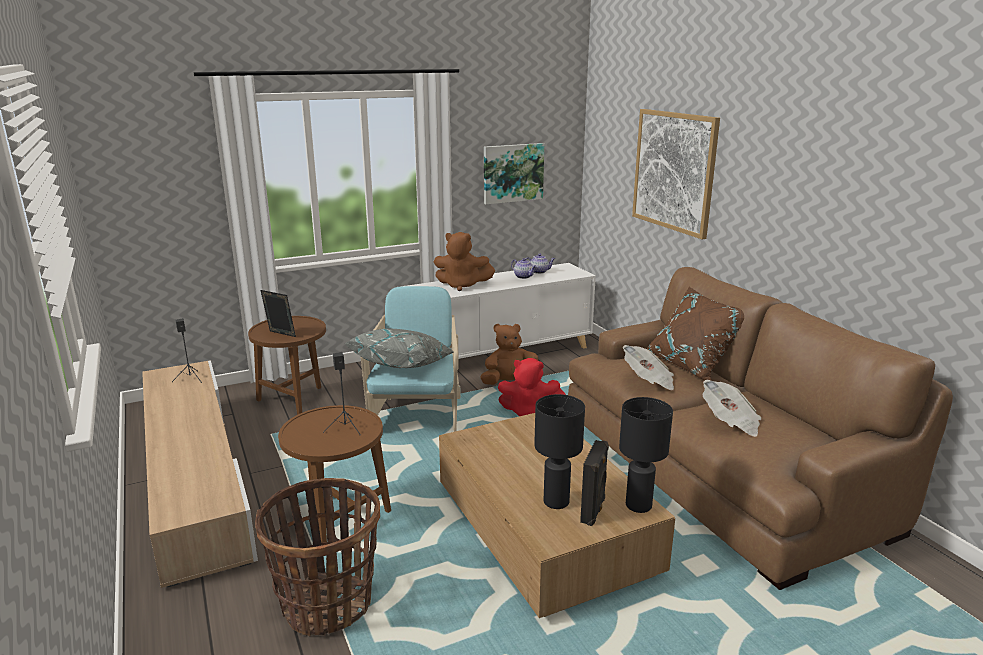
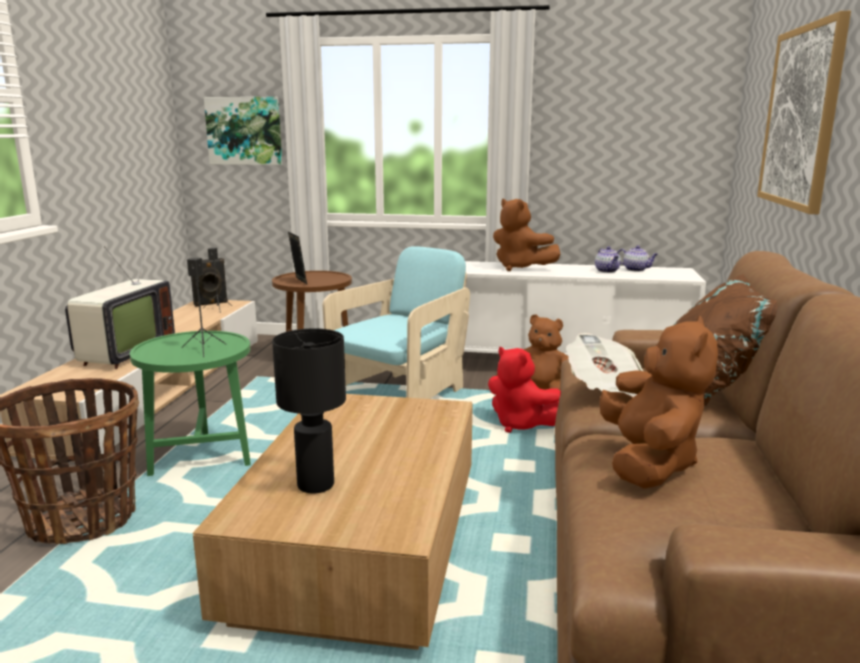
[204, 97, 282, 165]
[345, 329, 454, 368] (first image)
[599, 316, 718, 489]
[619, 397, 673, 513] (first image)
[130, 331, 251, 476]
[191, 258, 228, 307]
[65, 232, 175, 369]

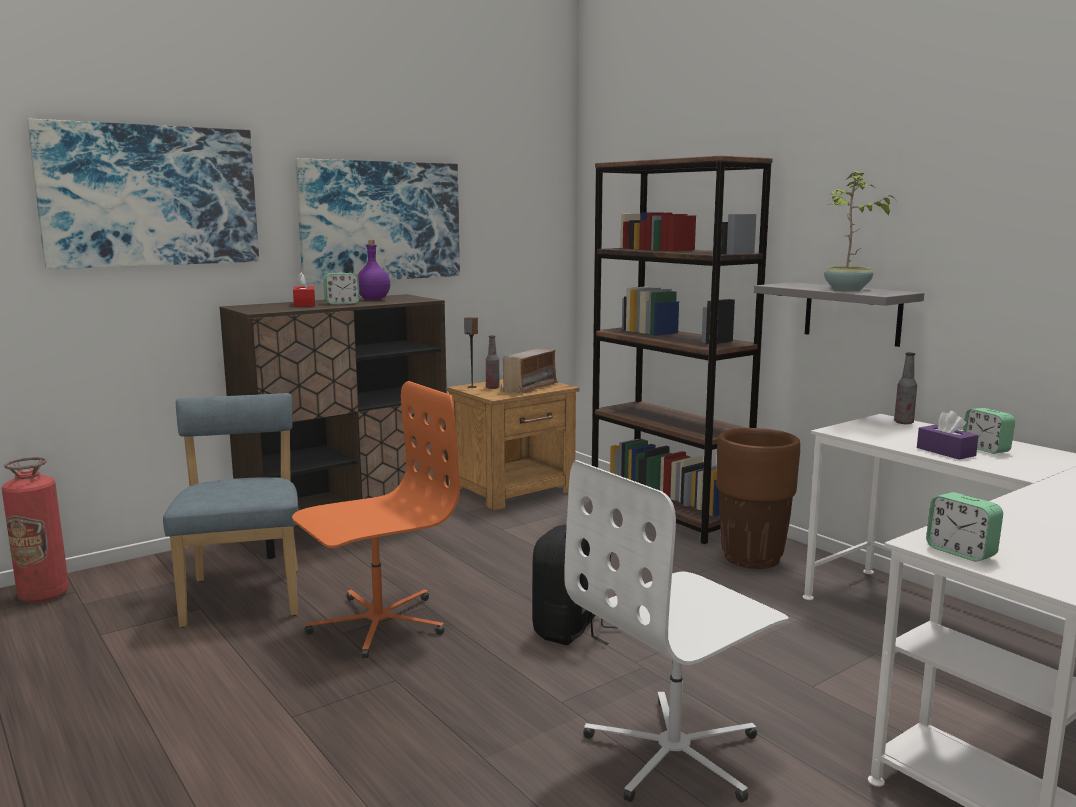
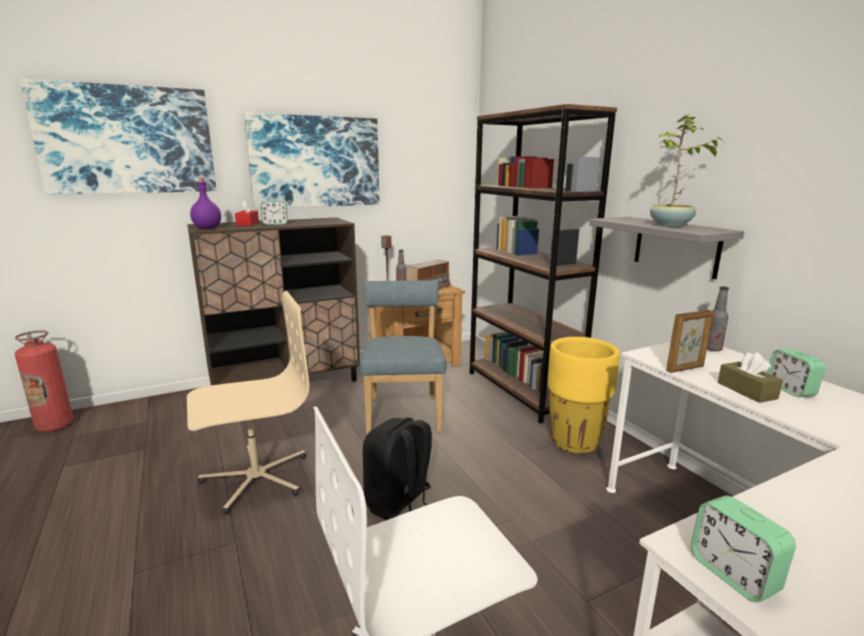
[190, 178, 221, 229]
[187, 291, 309, 515]
[360, 280, 447, 434]
[718, 352, 783, 403]
[548, 337, 620, 454]
[666, 310, 714, 373]

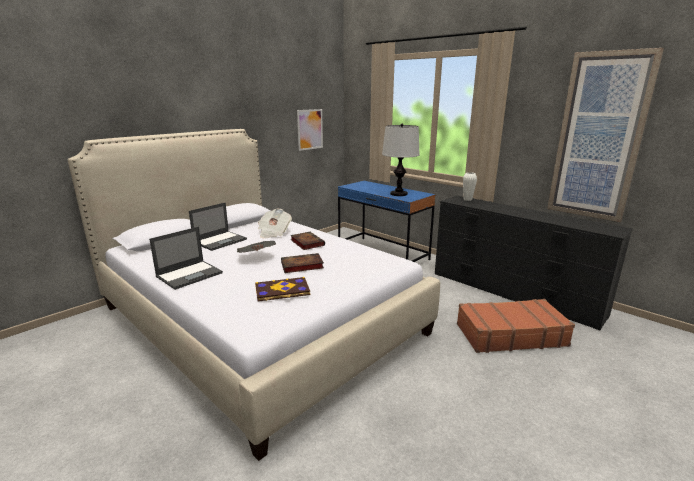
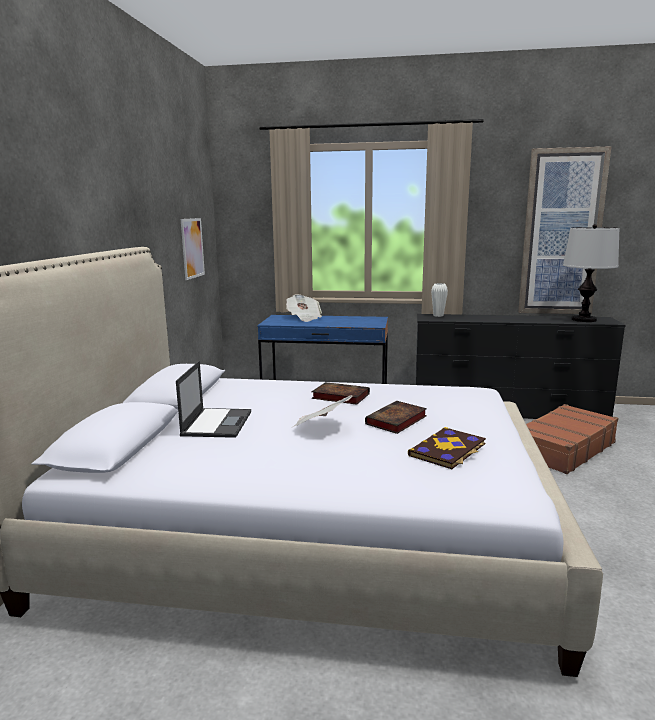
[563, 224, 620, 322]
[286, 294, 322, 322]
[149, 227, 223, 290] (first image)

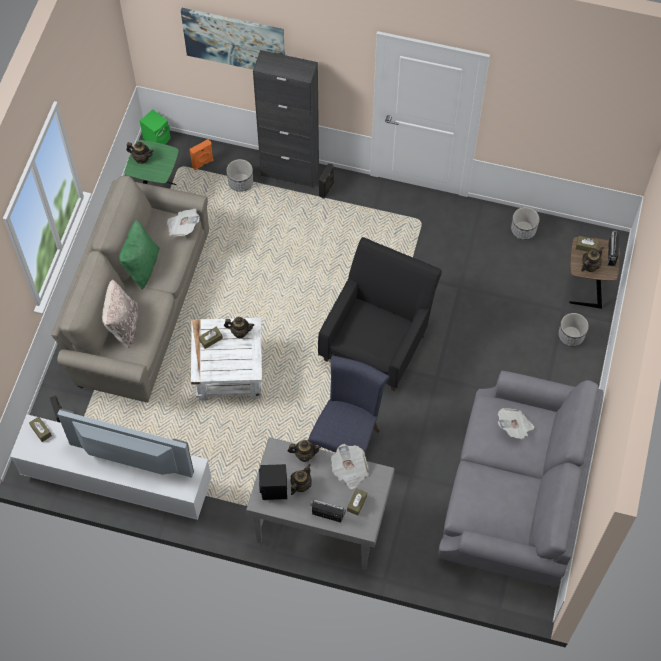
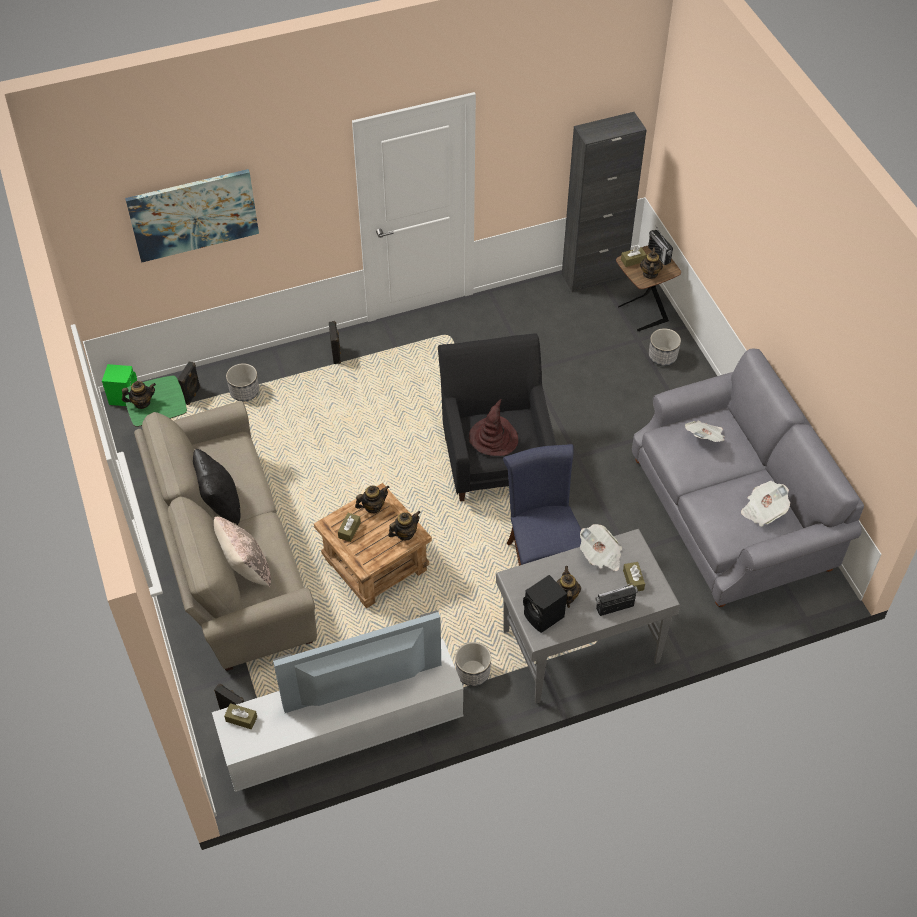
[562, 112, 647, 292]
[178, 361, 200, 405]
[455, 642, 491, 686]
[741, 481, 790, 527]
[193, 449, 240, 525]
[314, 483, 432, 608]
[388, 511, 421, 540]
[469, 399, 518, 456]

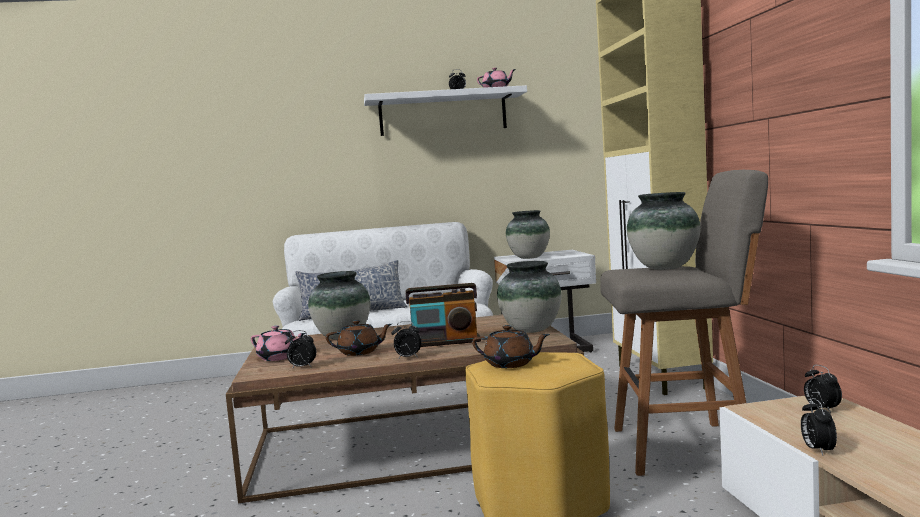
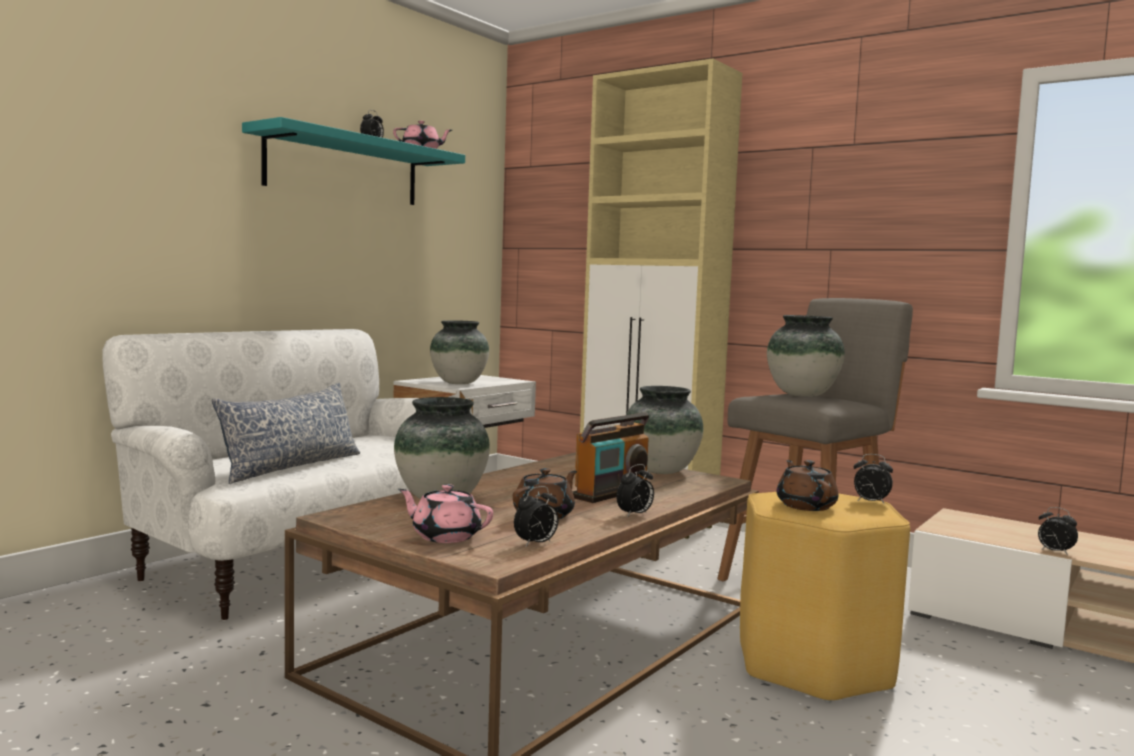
[242, 117, 465, 205]
[777, 460, 838, 511]
[398, 484, 493, 543]
[854, 454, 893, 505]

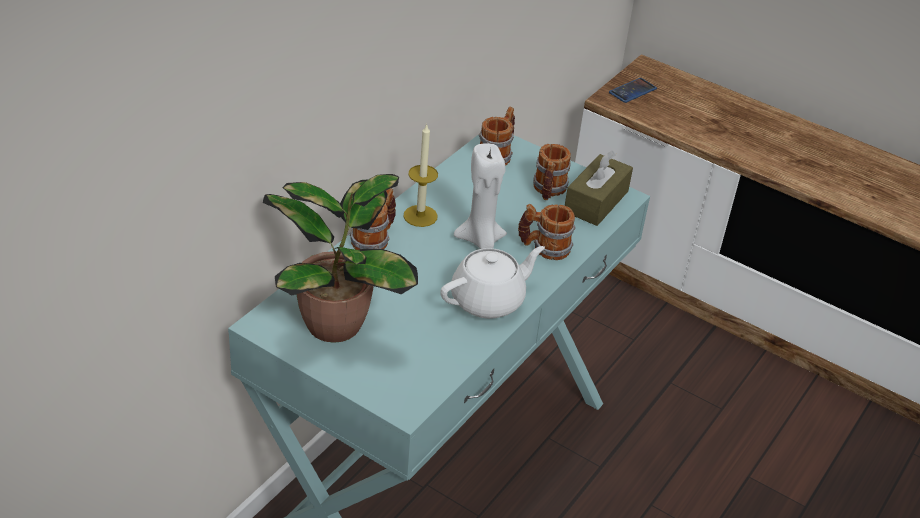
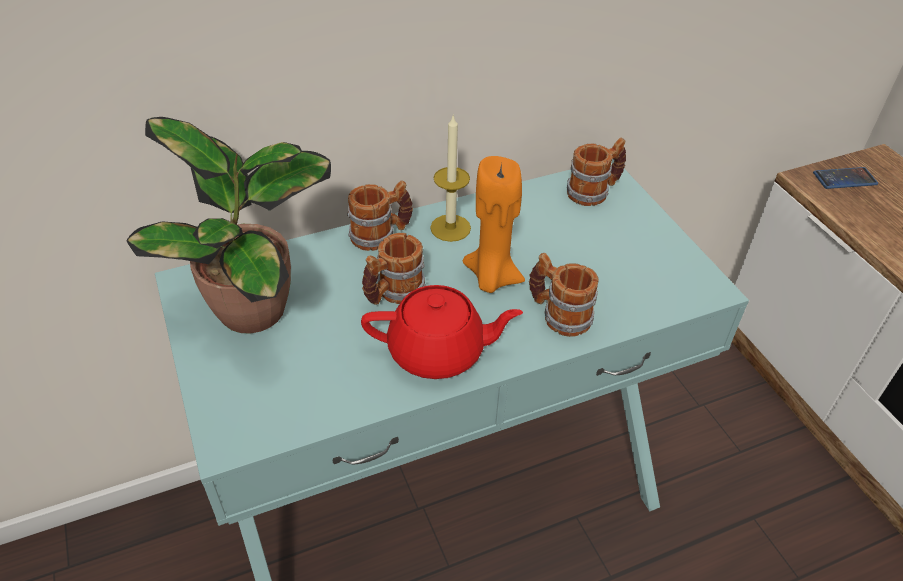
[463, 156, 525, 293]
[362, 233, 426, 305]
[565, 151, 633, 226] (first image)
[361, 285, 523, 379]

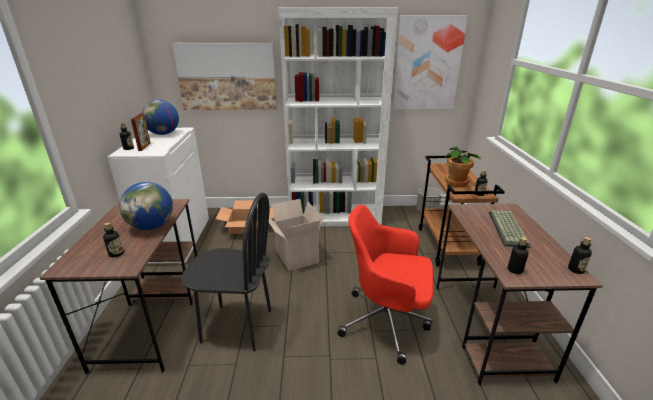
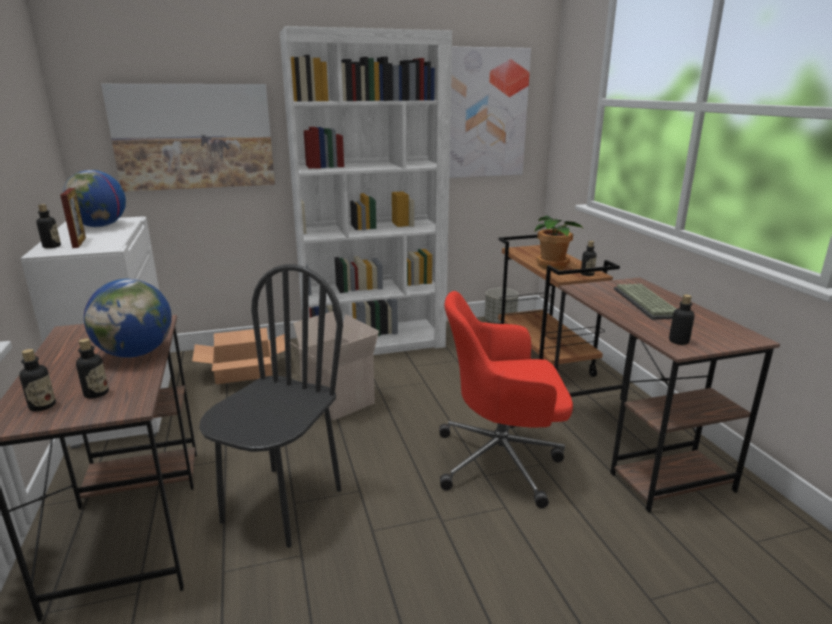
[199, 264, 343, 548]
[19, 349, 56, 411]

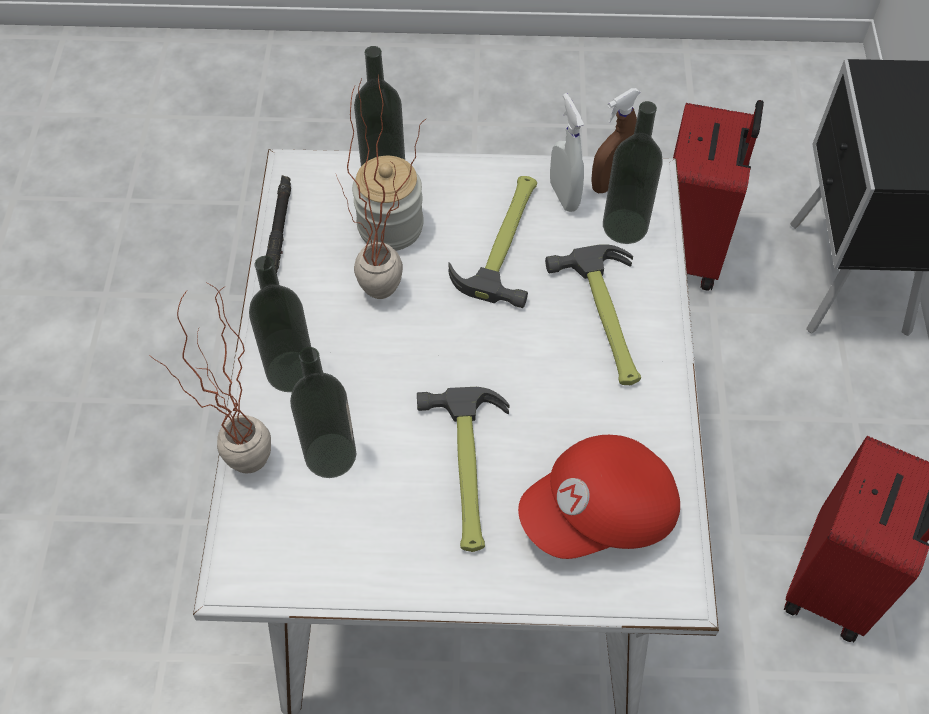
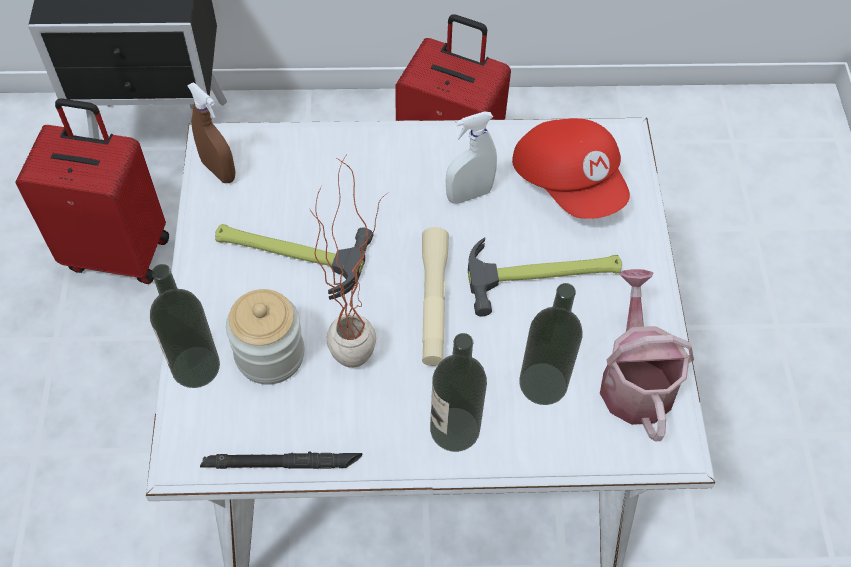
[446, 112, 497, 204]
[603, 101, 663, 244] (first image)
[545, 244, 641, 385] (first image)
[152, 283, 271, 473] (first image)
[422, 227, 449, 366]
[600, 269, 694, 441]

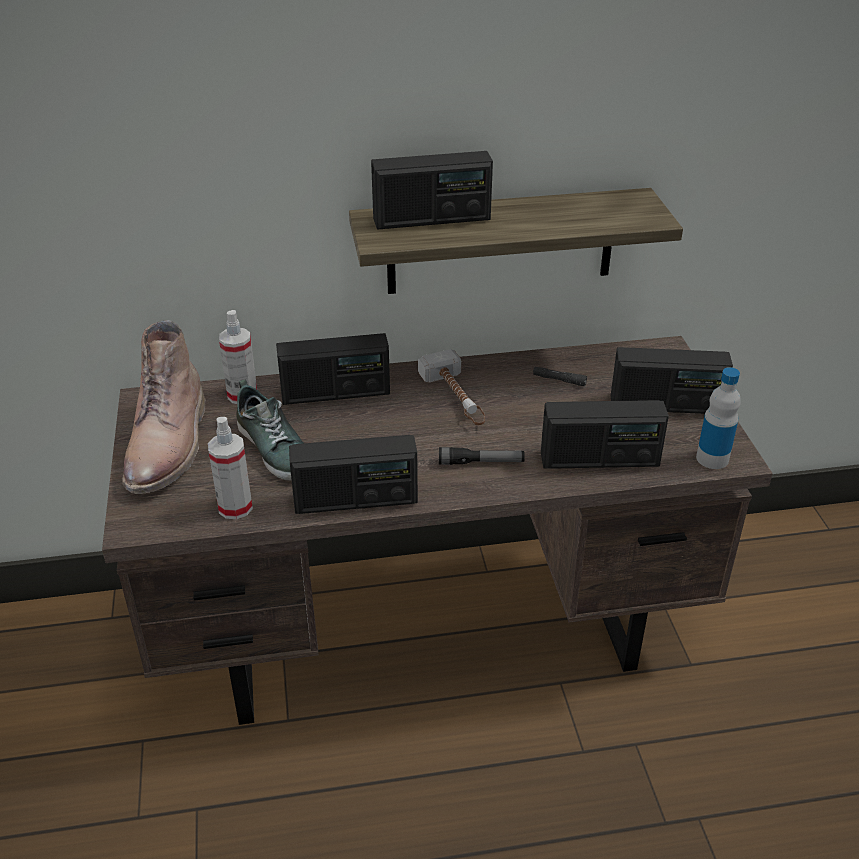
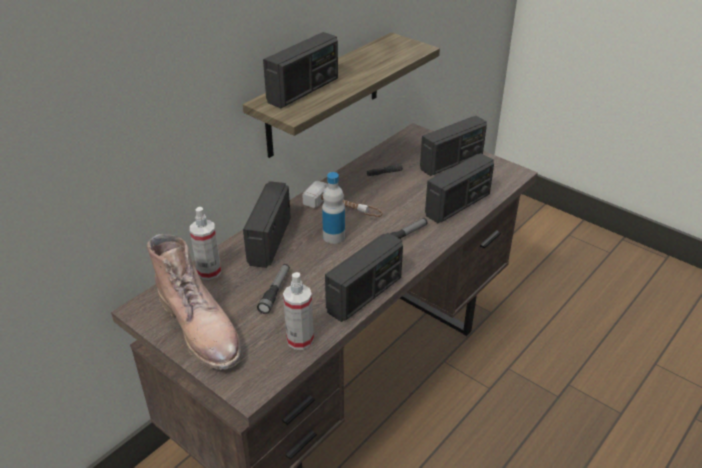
[243, 181, 291, 268]
[322, 172, 345, 244]
[257, 264, 290, 314]

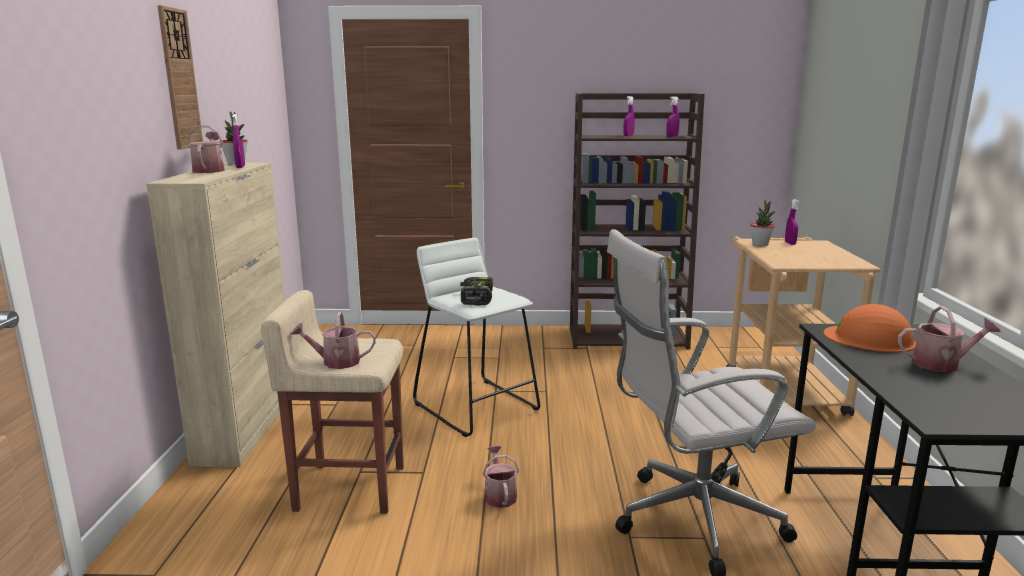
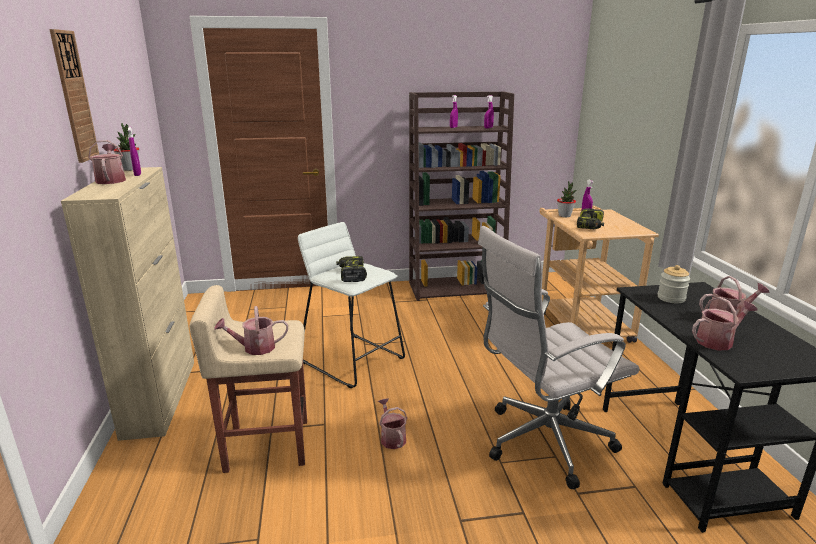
[658, 265, 690, 303]
[577, 208, 604, 229]
[692, 297, 757, 350]

